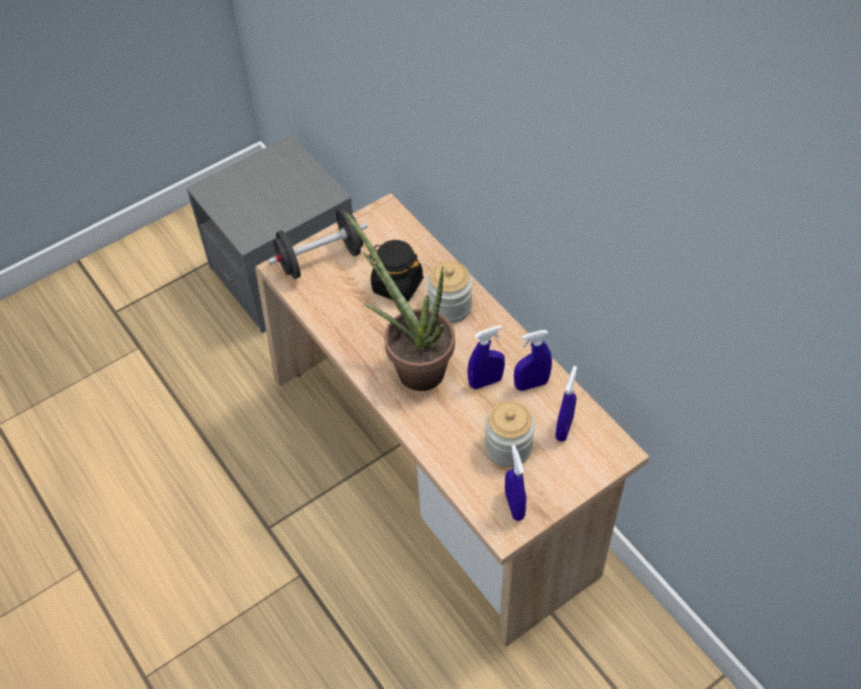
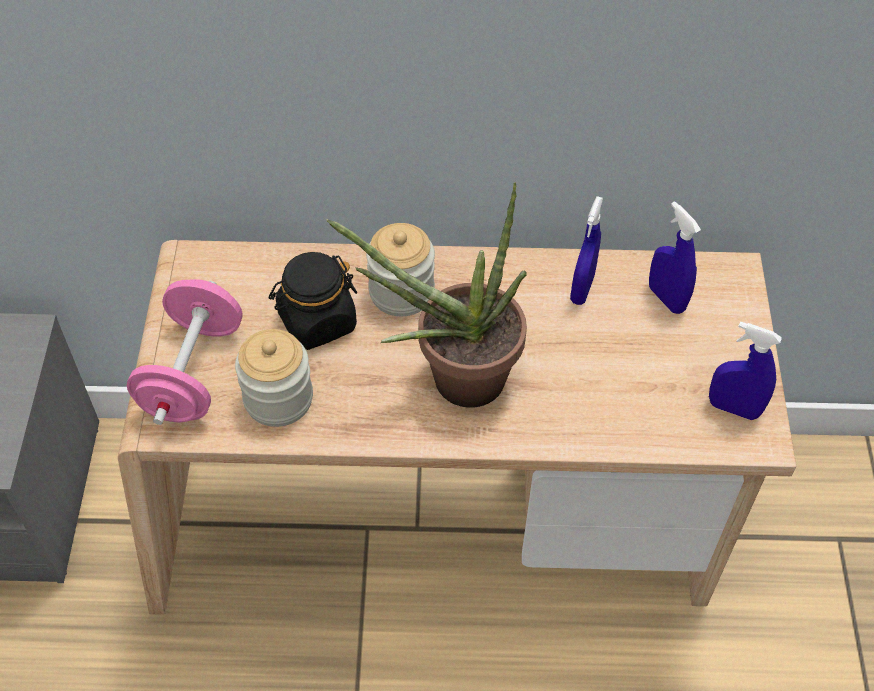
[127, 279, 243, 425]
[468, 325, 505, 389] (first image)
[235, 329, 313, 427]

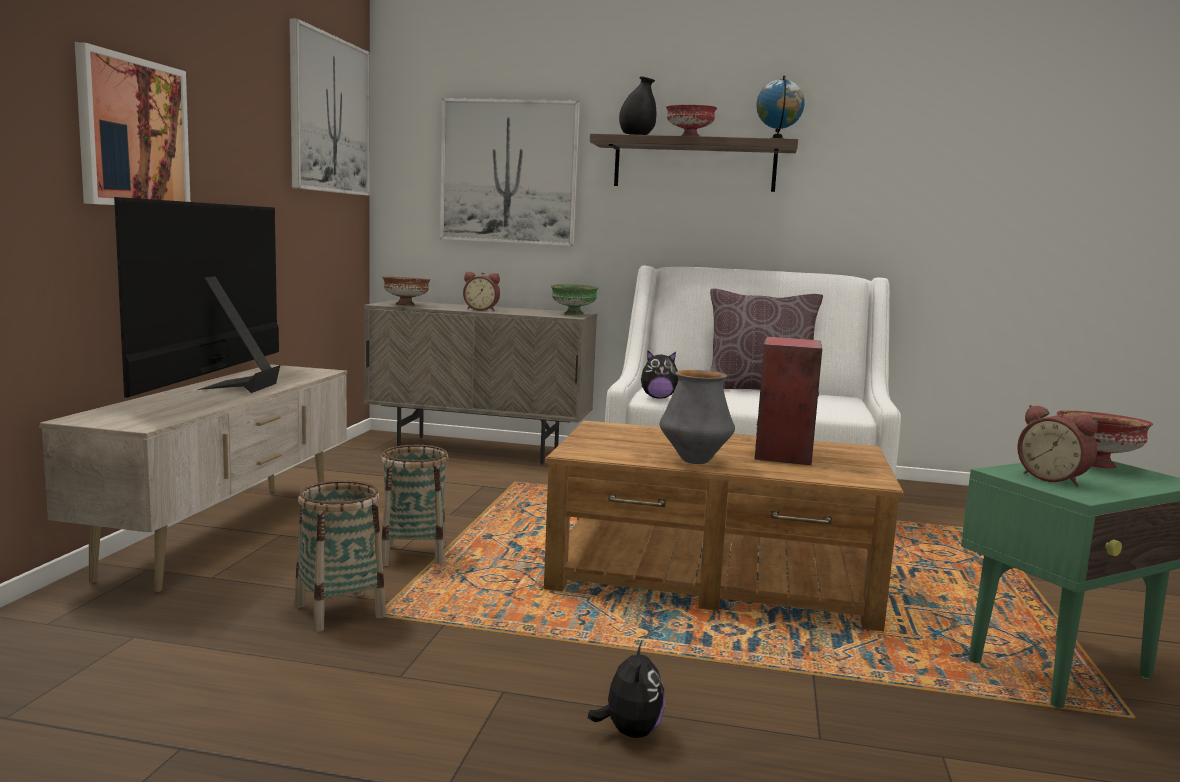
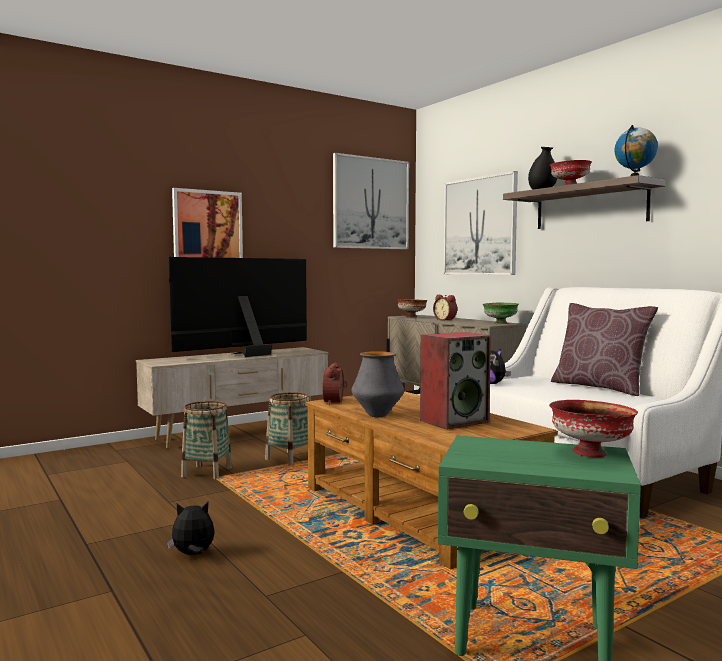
[323, 363, 347, 405]
[167, 502, 215, 555]

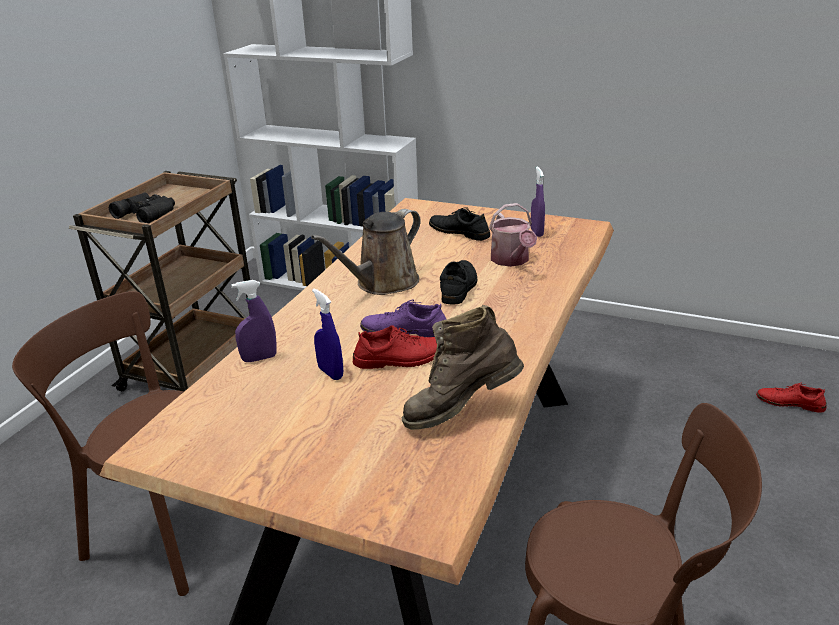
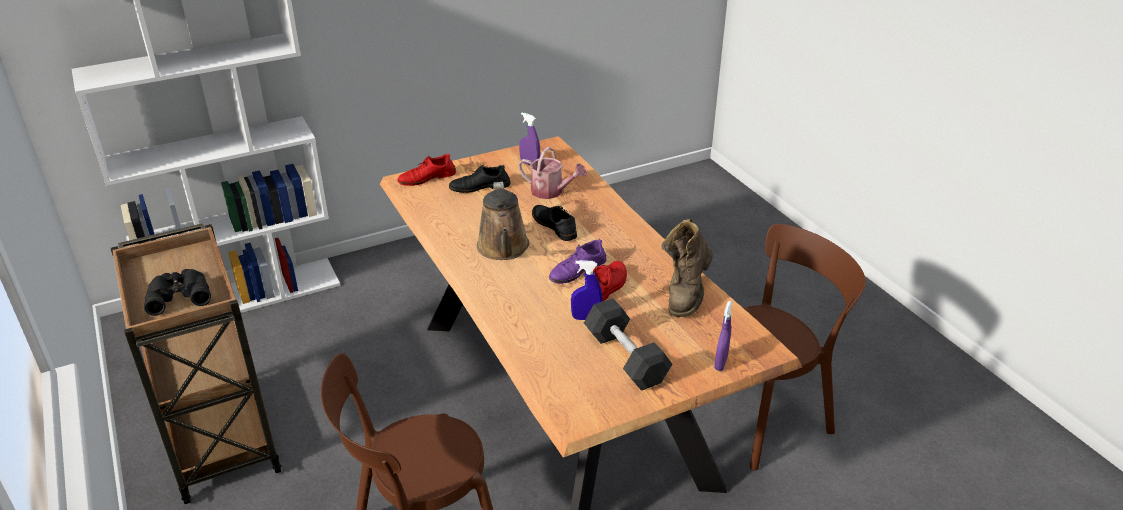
[714, 301, 732, 371]
[398, 153, 456, 186]
[584, 298, 672, 391]

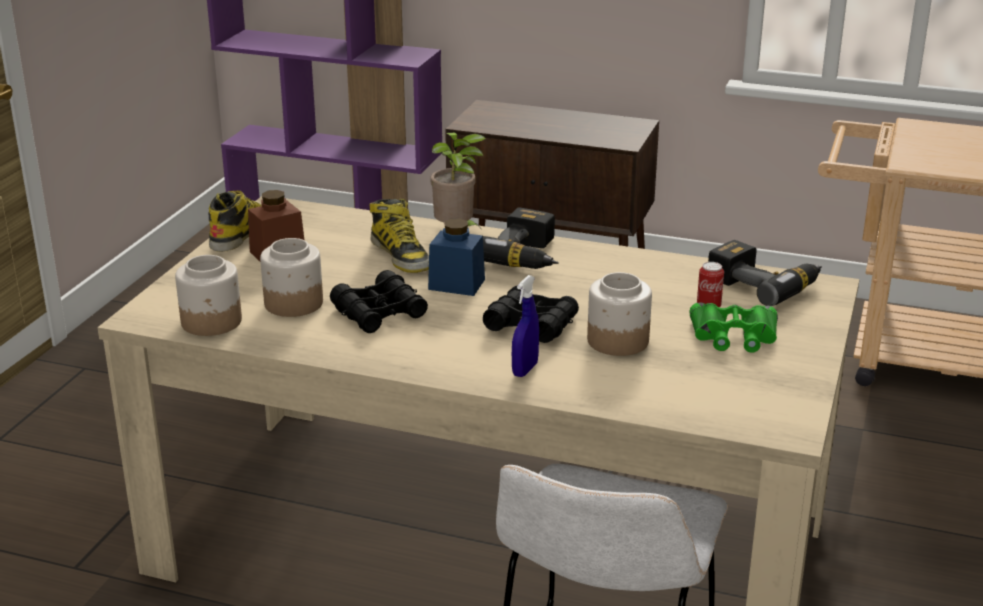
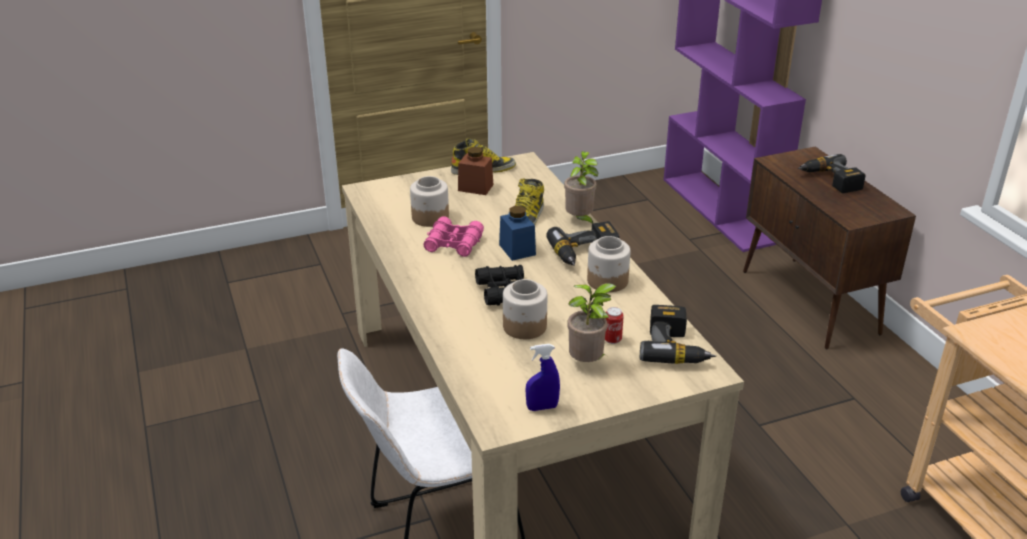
[587, 236, 631, 292]
[424, 216, 484, 257]
[526, 344, 560, 411]
[568, 283, 617, 362]
[798, 154, 866, 193]

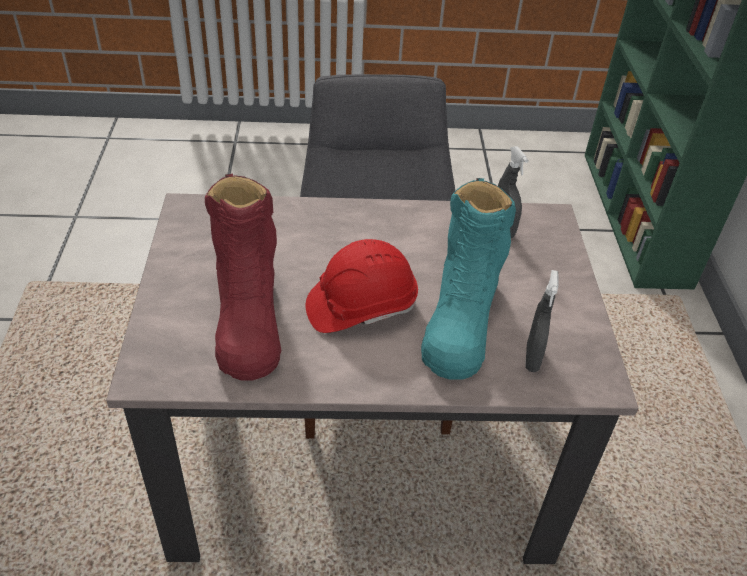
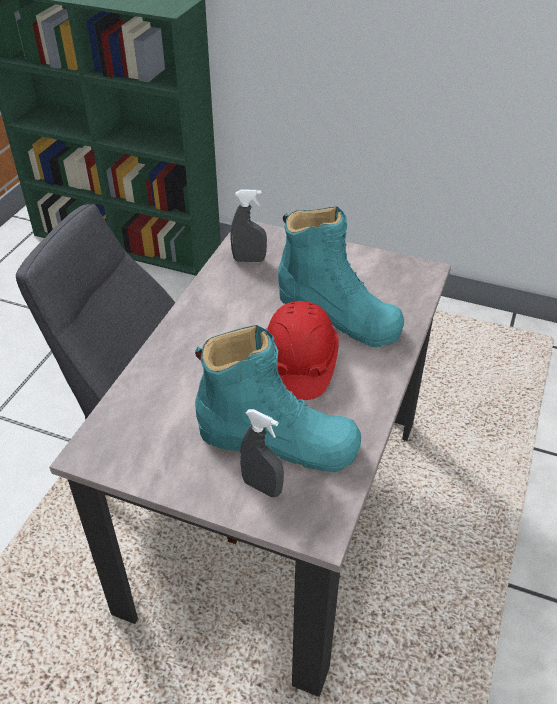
[195, 325, 361, 472]
[240, 409, 284, 498]

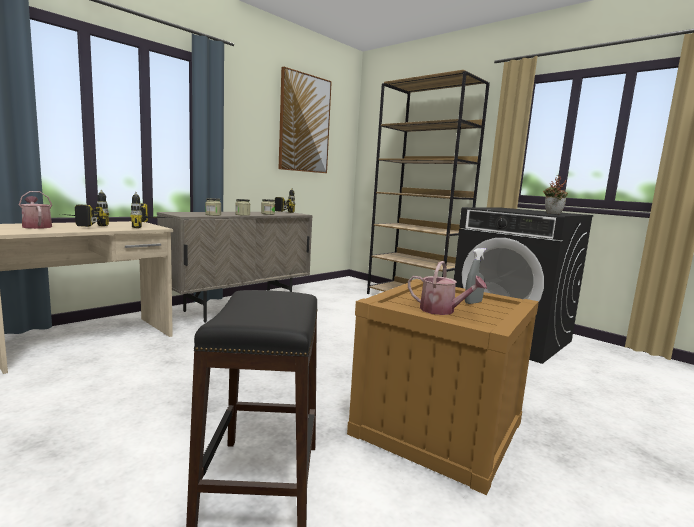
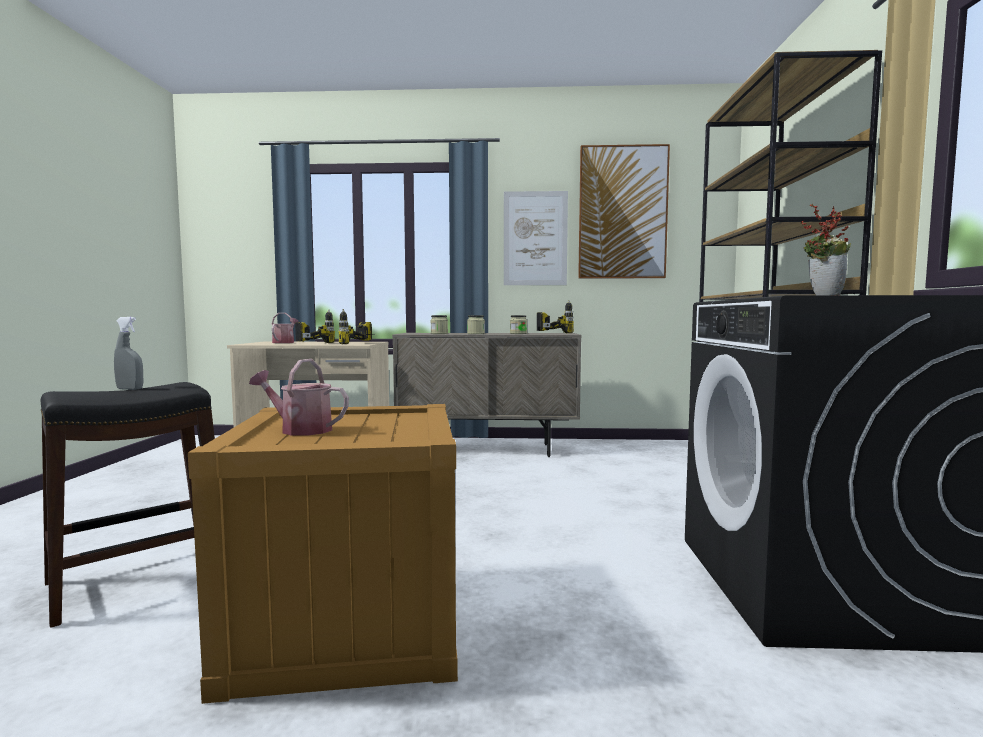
[114, 317, 143, 390]
[249, 359, 349, 436]
[504, 191, 568, 285]

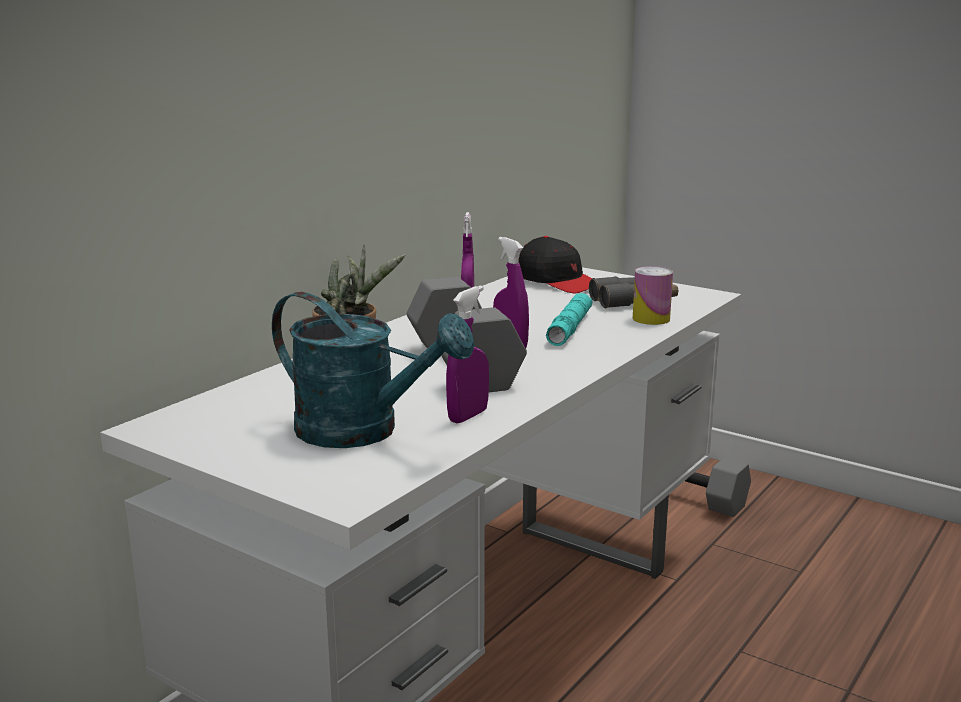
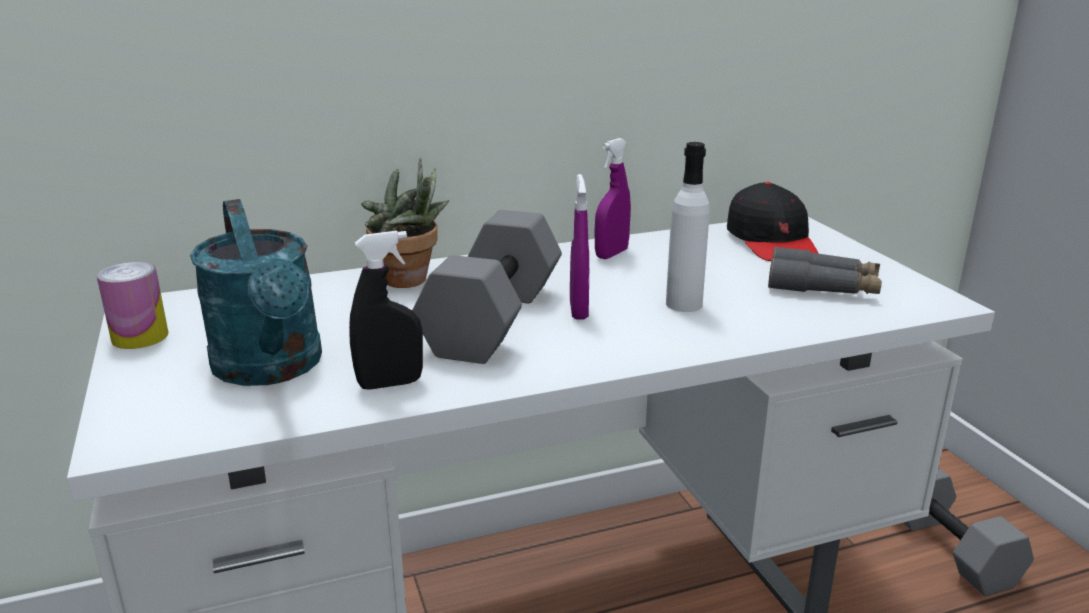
[97, 262, 168, 349]
[349, 231, 423, 390]
[666, 142, 710, 312]

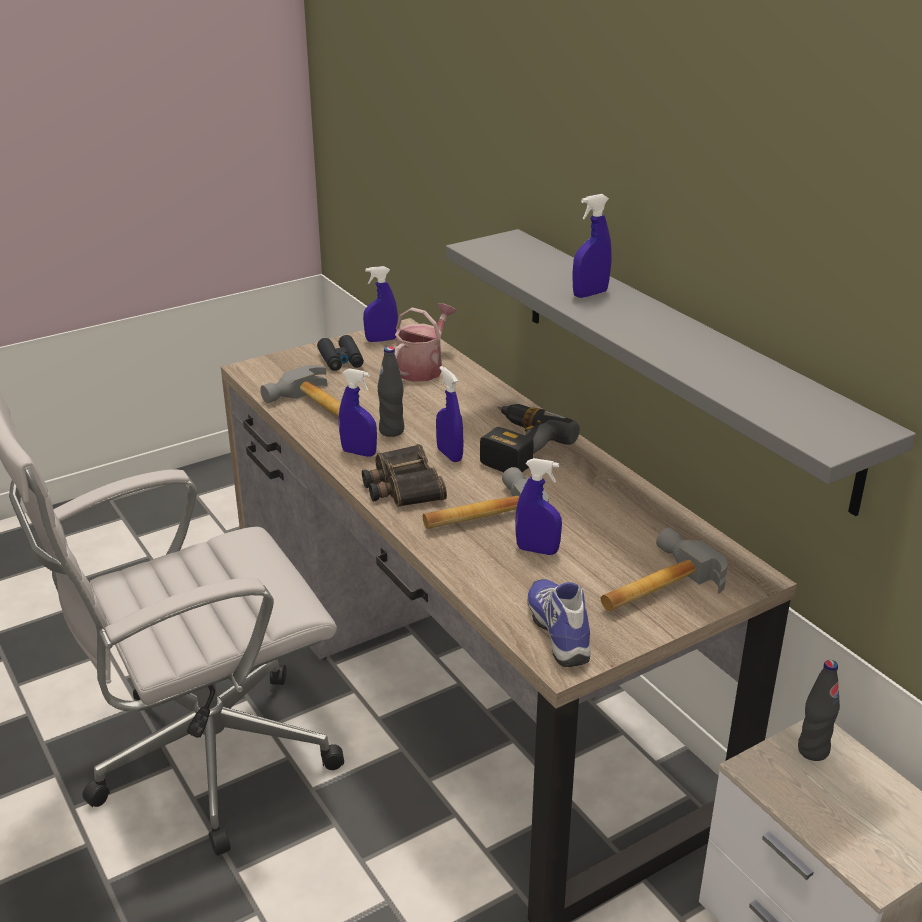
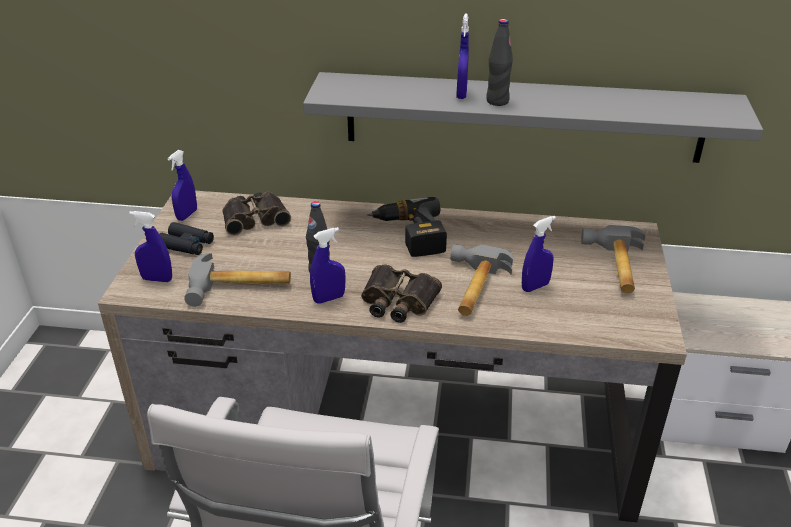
[222, 192, 291, 236]
[129, 211, 172, 282]
[528, 579, 590, 667] (first image)
[486, 19, 513, 106]

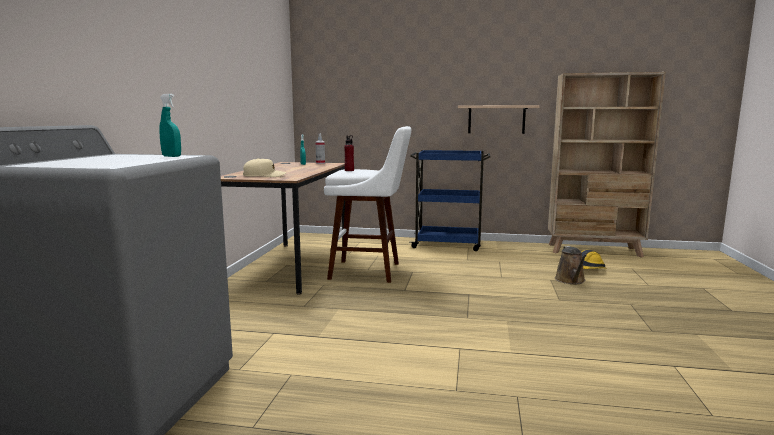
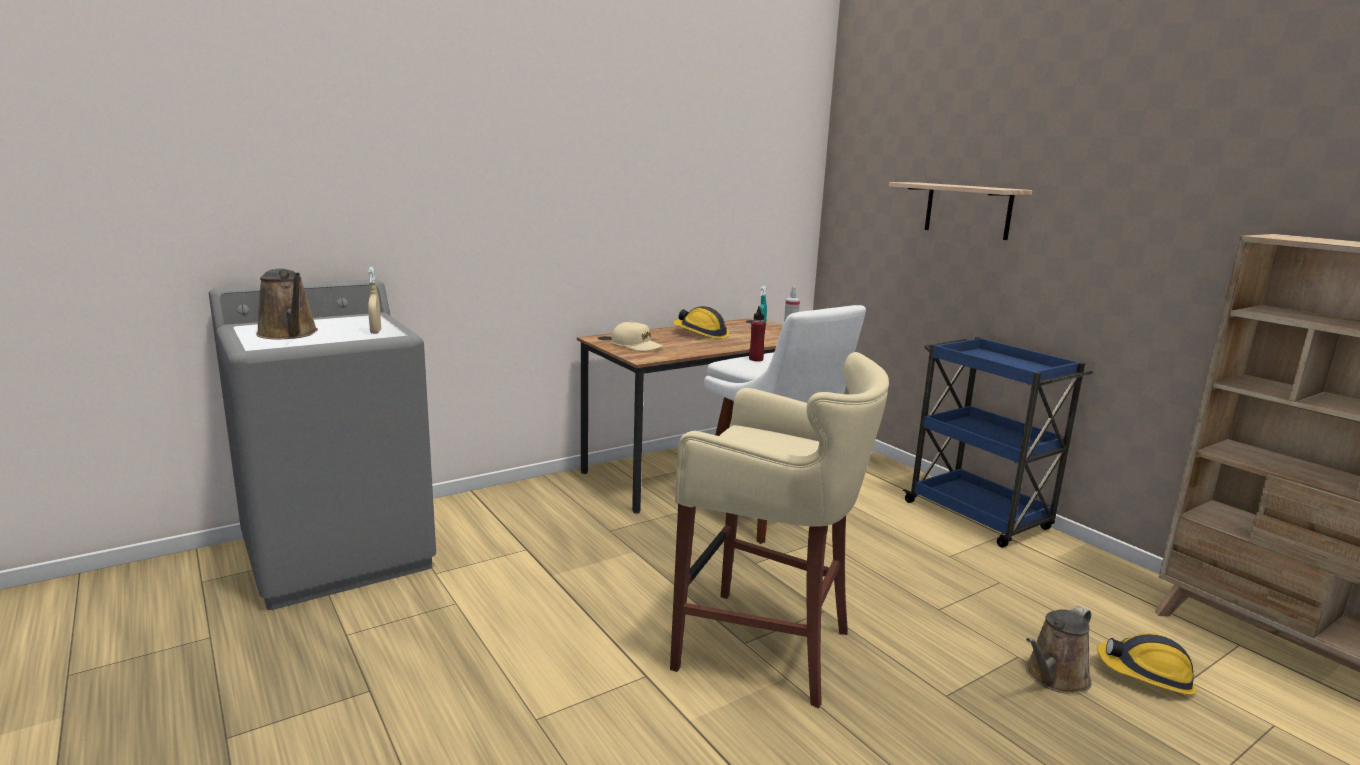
[368, 267, 381, 334]
[889, 182, 1033, 240]
[256, 268, 318, 339]
[673, 306, 729, 339]
[670, 352, 889, 709]

